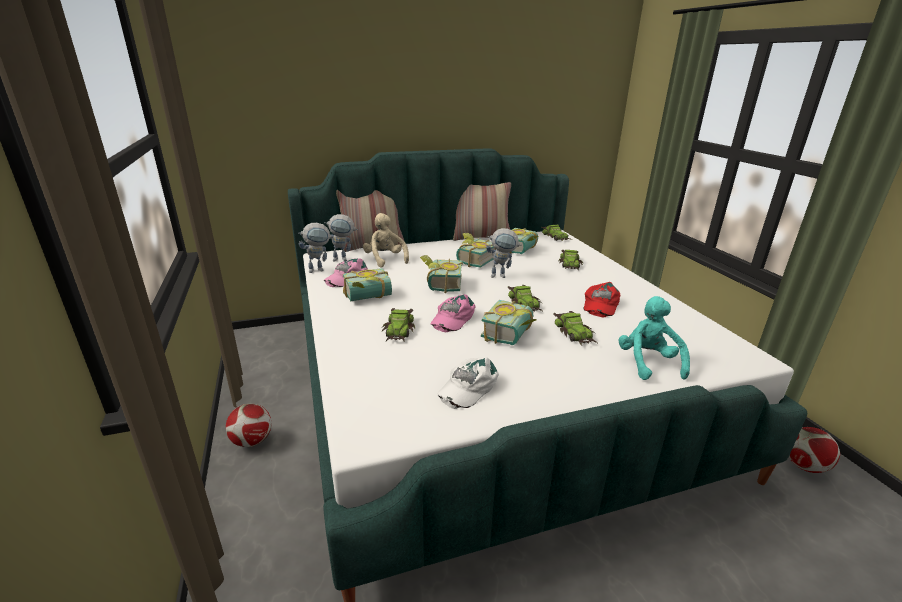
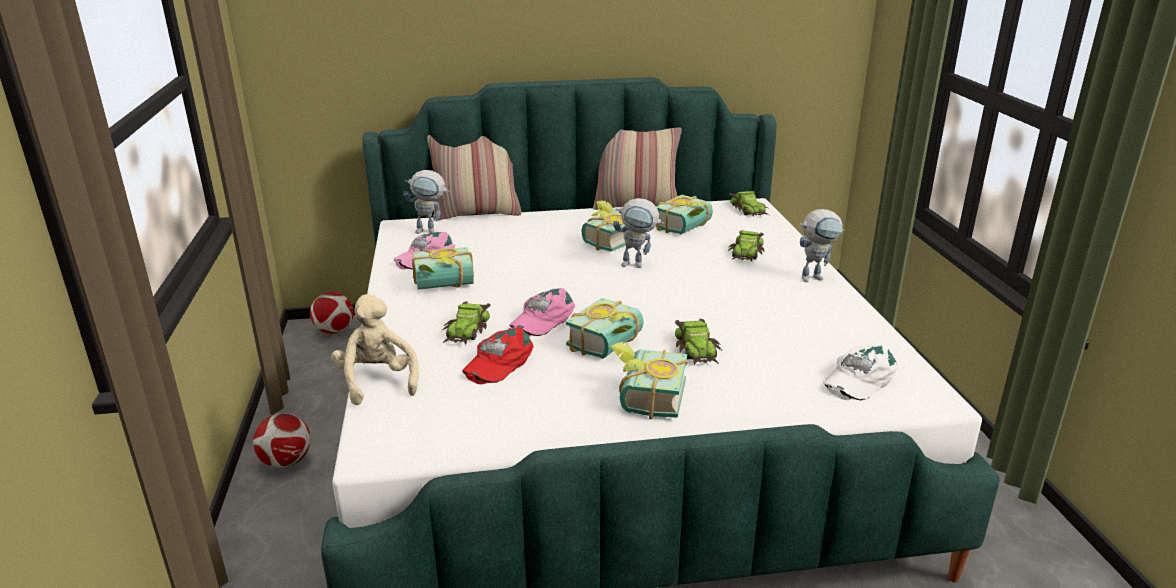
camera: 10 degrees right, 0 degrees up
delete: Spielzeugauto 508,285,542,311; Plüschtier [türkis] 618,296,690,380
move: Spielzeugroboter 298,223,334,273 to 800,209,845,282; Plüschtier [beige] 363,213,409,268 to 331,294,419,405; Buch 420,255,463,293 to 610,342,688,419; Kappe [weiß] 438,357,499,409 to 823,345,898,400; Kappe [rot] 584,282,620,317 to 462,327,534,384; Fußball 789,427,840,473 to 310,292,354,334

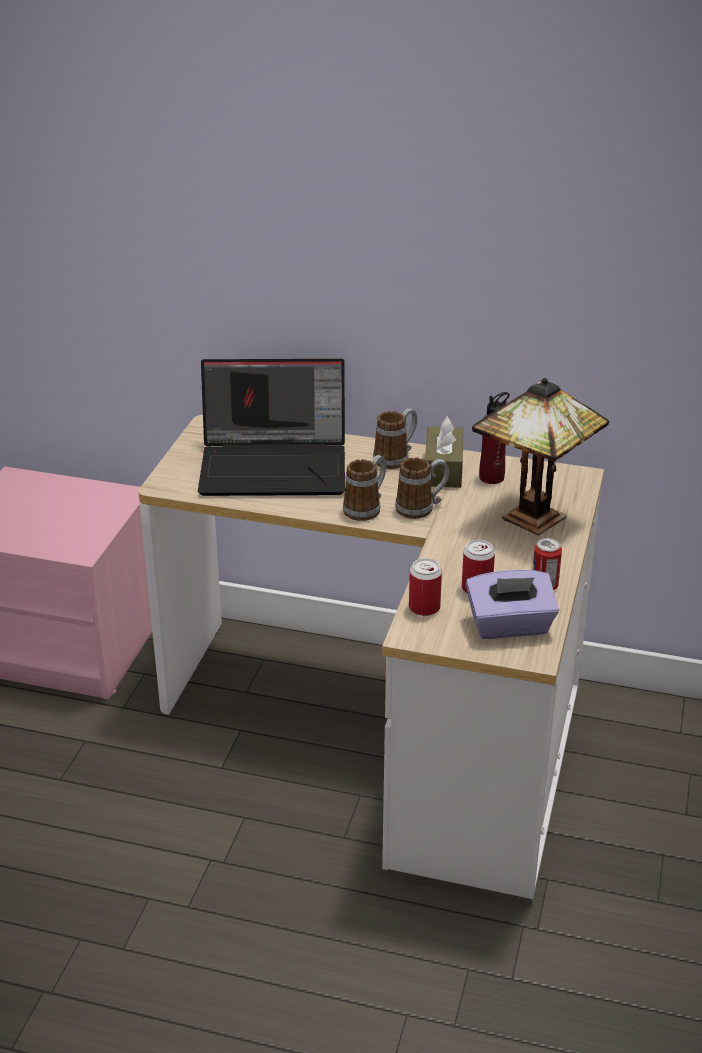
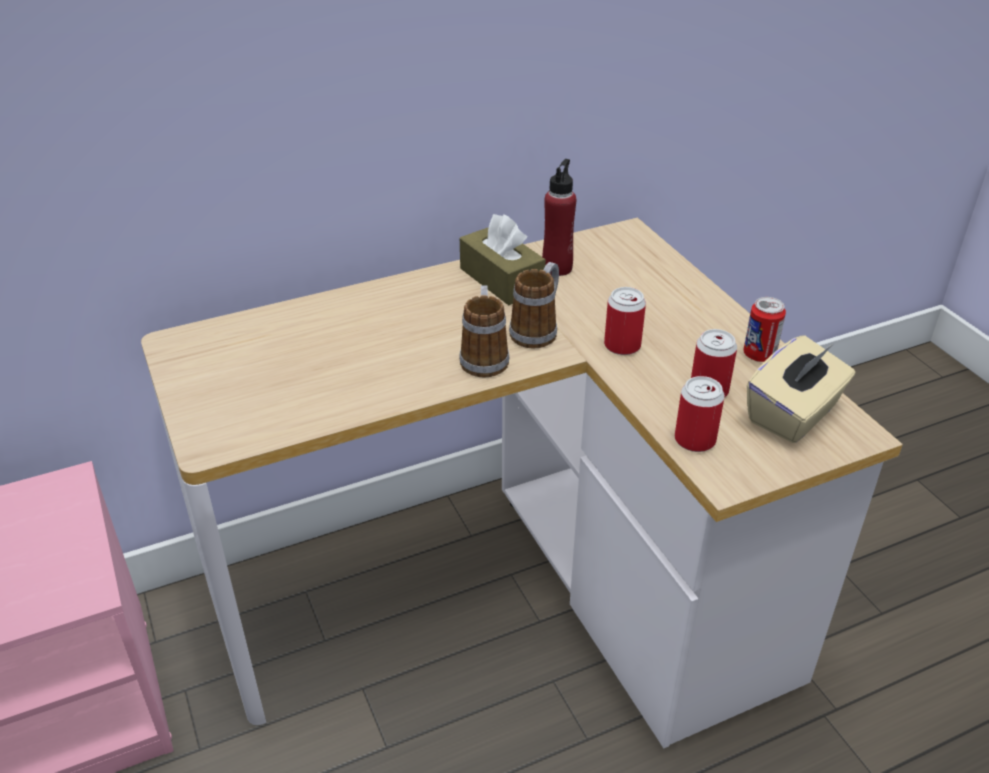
camera: 40 degrees left, 5 degrees up
delete: Laptop 198,359,345,496; Henkelbecher 373,408,417,469; Tischlampe 472,378,609,536
insert: Dose 604,287,646,355
recolor: Taschentuchbox [lila] 466,570,559,639 to Taschentuchbox [beige] 747,335,855,443

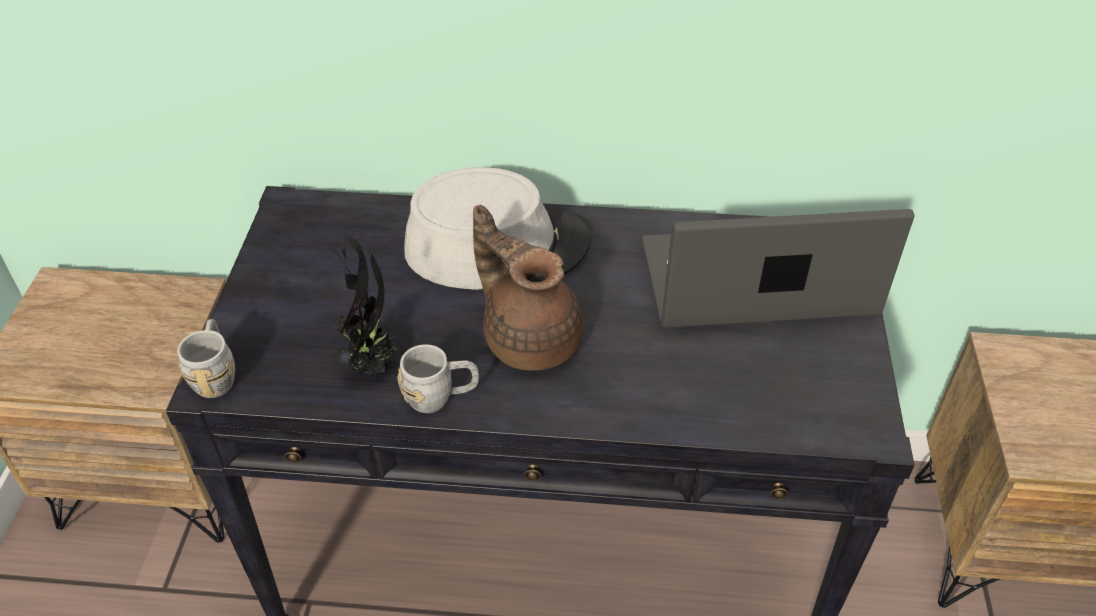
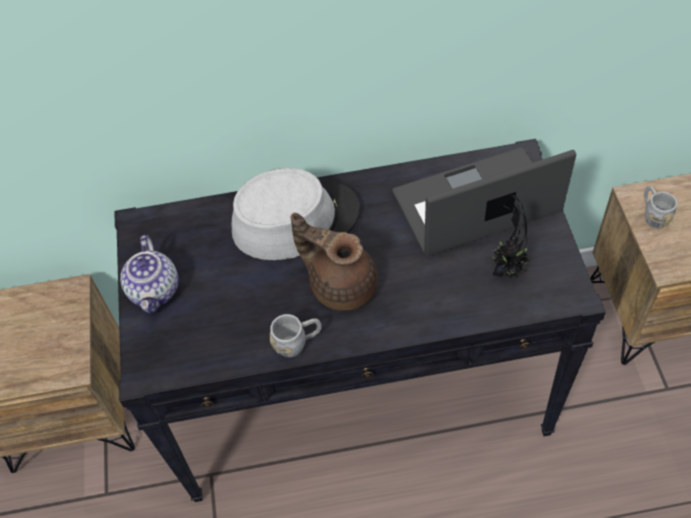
camera: 10 degrees left, 10 degrees up
insert: Teekanne 120,235,179,313
move: Henkelbecher [grau] 177,319,235,398 to 644,186,677,229; Topfpflanze 326,233,397,378 to 490,195,529,278

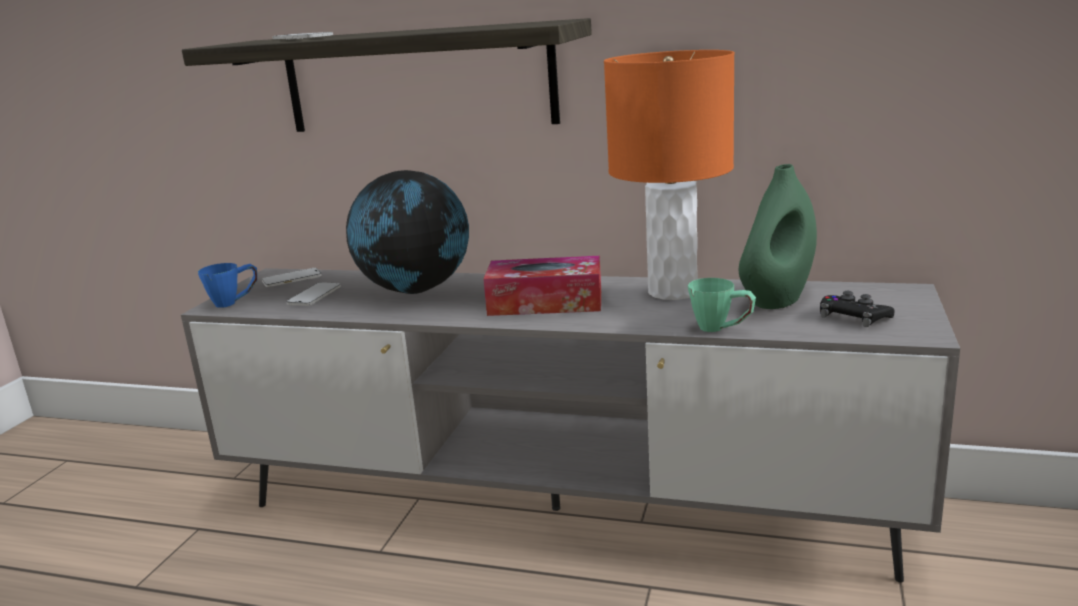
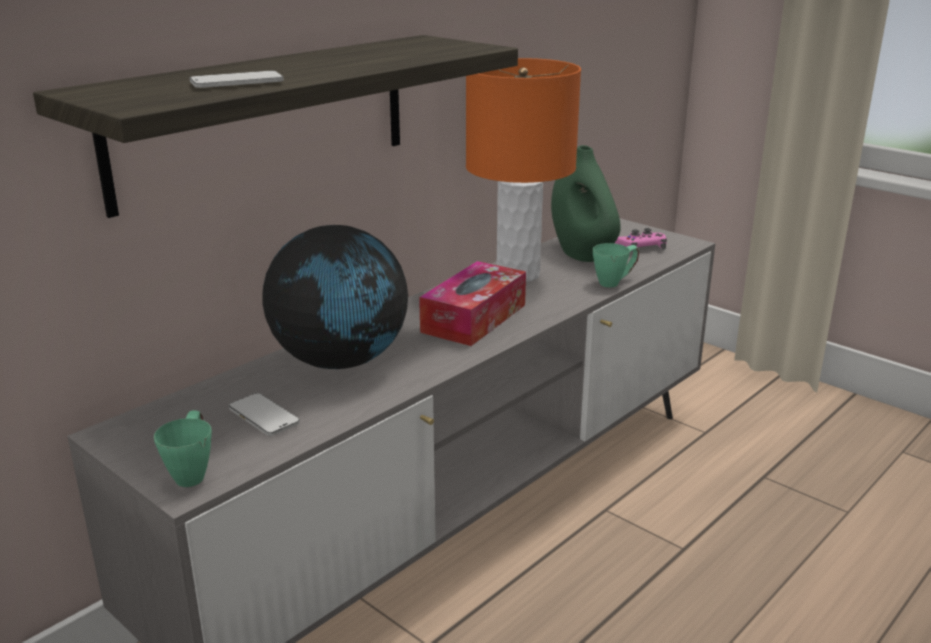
camera: 65 degrees left, 5 degrees up
delete: Handy 262,268,322,287
recolor: Henkelbecher [blau] 198,263,257,308 to Henkelbecher [grün] 154,410,212,487; Gamepad [schwarz] 820,291,894,327 to Gamepad [rosa] 614,228,667,252

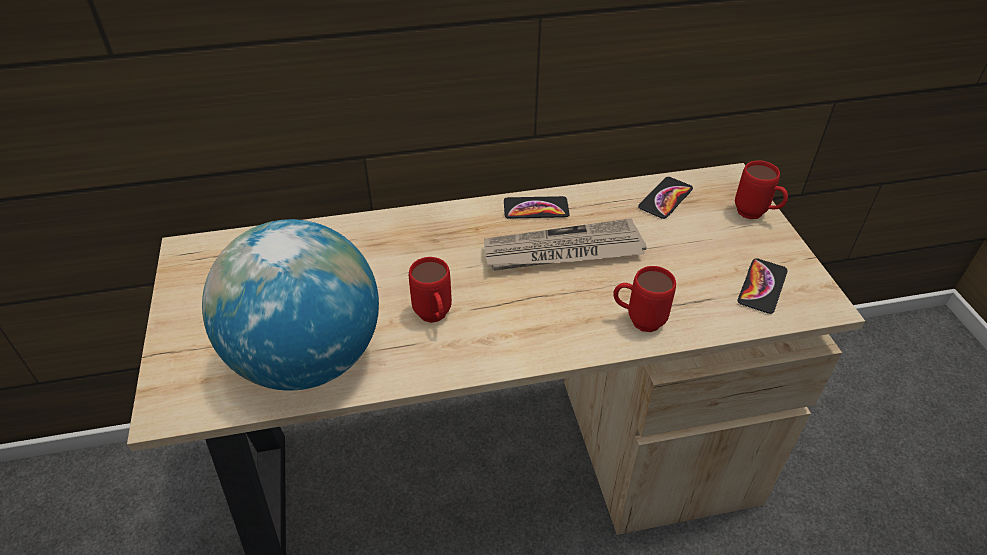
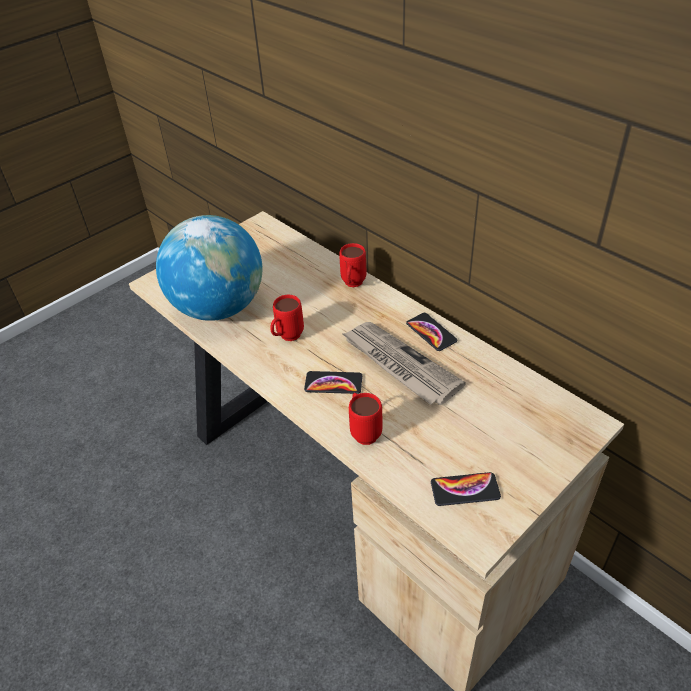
camera: 60 degrees right, 0 degrees up
move: Handy 638,177,693,219 to 304,371,362,394; Henkelbecher [rot] 735,160,788,219 to 339,243,367,287

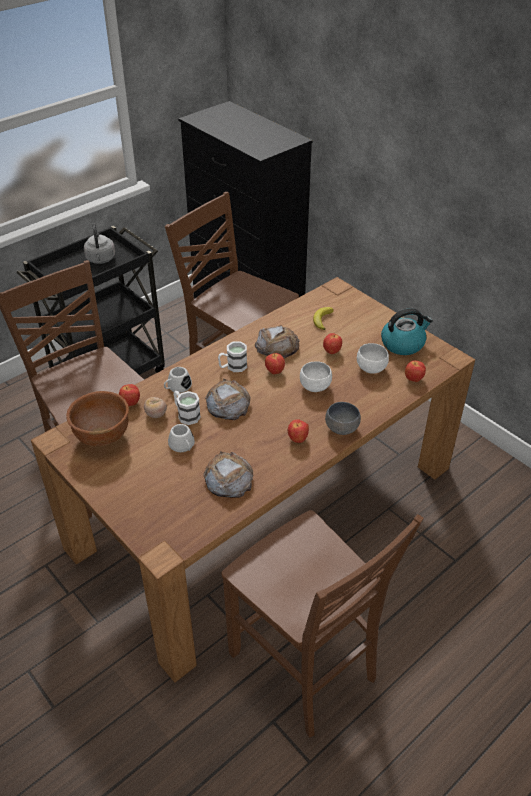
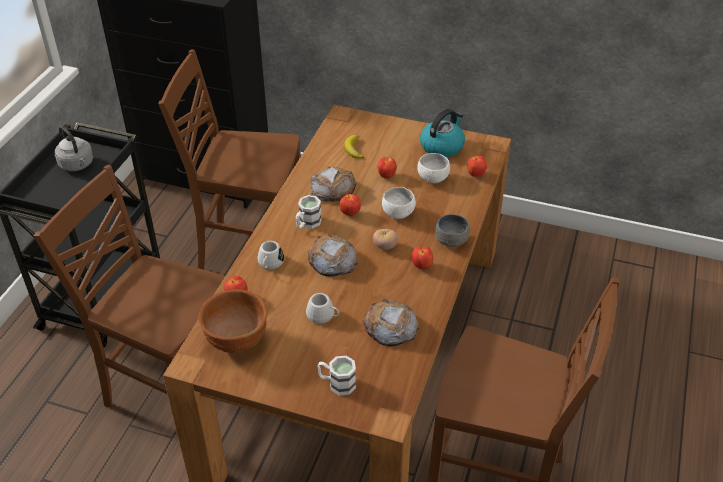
camera: 30 degrees left, 0 degrees up
move: Tomate 144,397,167,418 to 373,229,398,250; Henkelbecher [weiß] 174,391,201,425 to 317,356,356,396

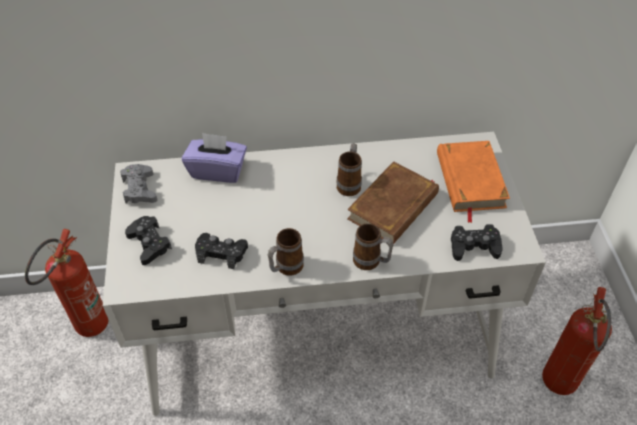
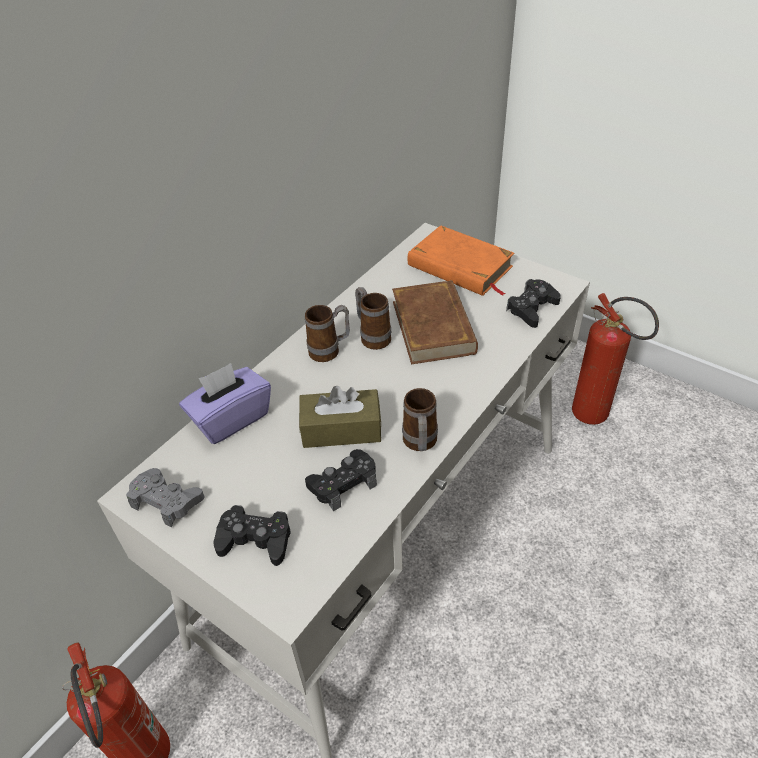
camera: 45 degrees left, 5 degrees down
insert: Taschentuchbox [braun] 299,386,382,448
move: Henkelbecher 353,223,394,270 to 305,305,350,362

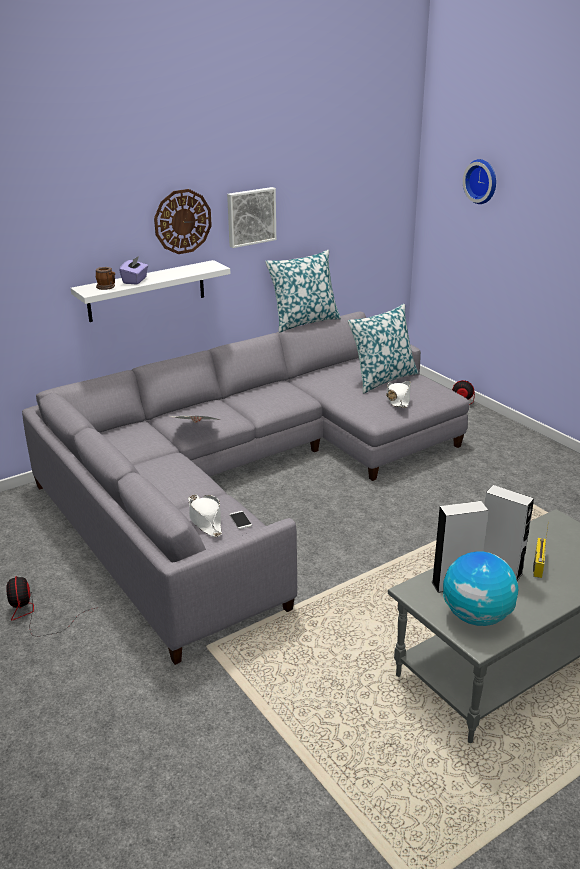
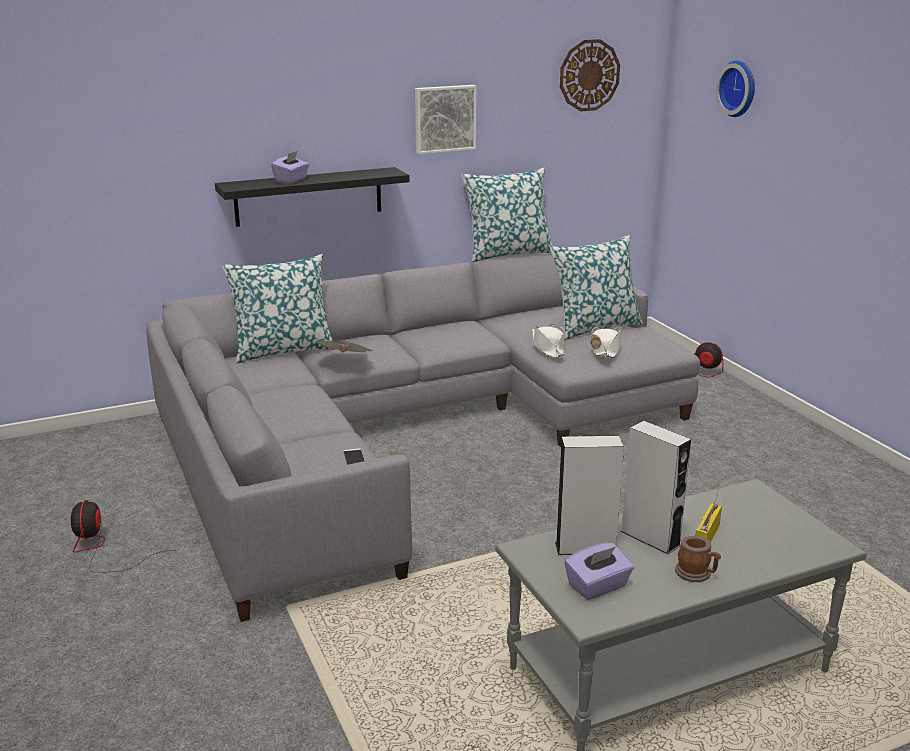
camera: 10 degrees right, 5 degrees down
insert: Kissen 222,254,335,363
move: Henkelbecher 96,267,115,290 to 675,536,721,582; Wanduhr 154,189,212,254 to 560,39,620,111; Hut [weiß] 188,494,222,537 to 532,325,565,358
replace: Globus 443,551,518,626 to Taschentuchbox [lila] 564,543,634,600
recolor: Wandregal [weiß] 71,260,231,322 to Wandregal [schwarz] 215,167,410,227

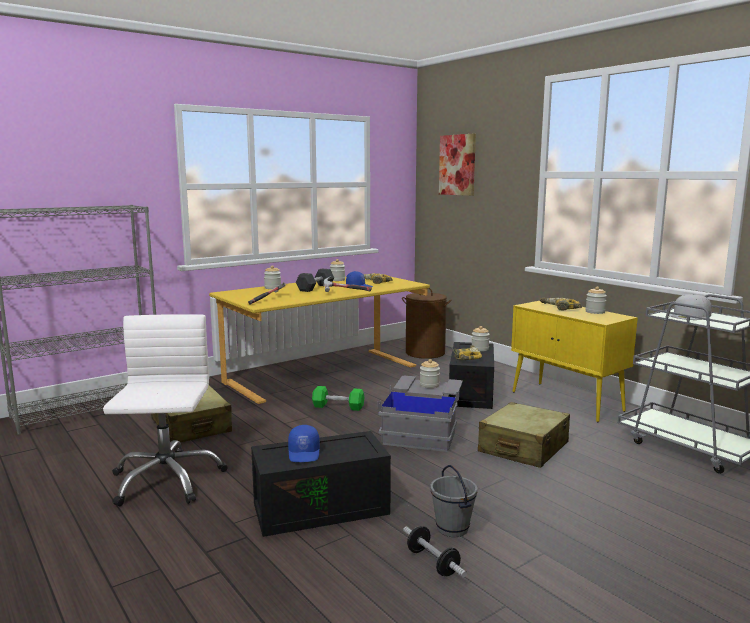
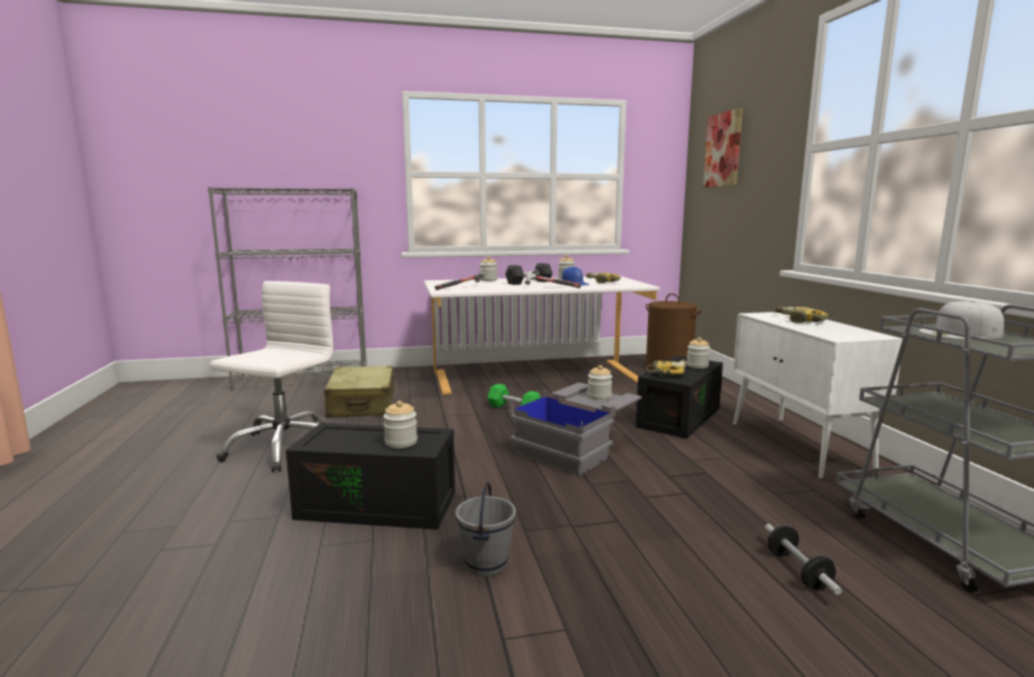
camera: 25 degrees right, 0 degrees up
delete: Kappe [blau] 288,425,320,462; Koffer [beige] 478,402,570,468
move: Hantel 403,526,467,577 to 765,524,842,595; Vorratsglas 585,286,607,314 to 383,401,417,448
recolor: Schreibtisch [gelb] 209,273,430,404 to Schreibtisch [weiß] 424,276,660,395; Schrank [gelb] 511,301,638,422 to Schrank [weiß] 733,312,903,479

